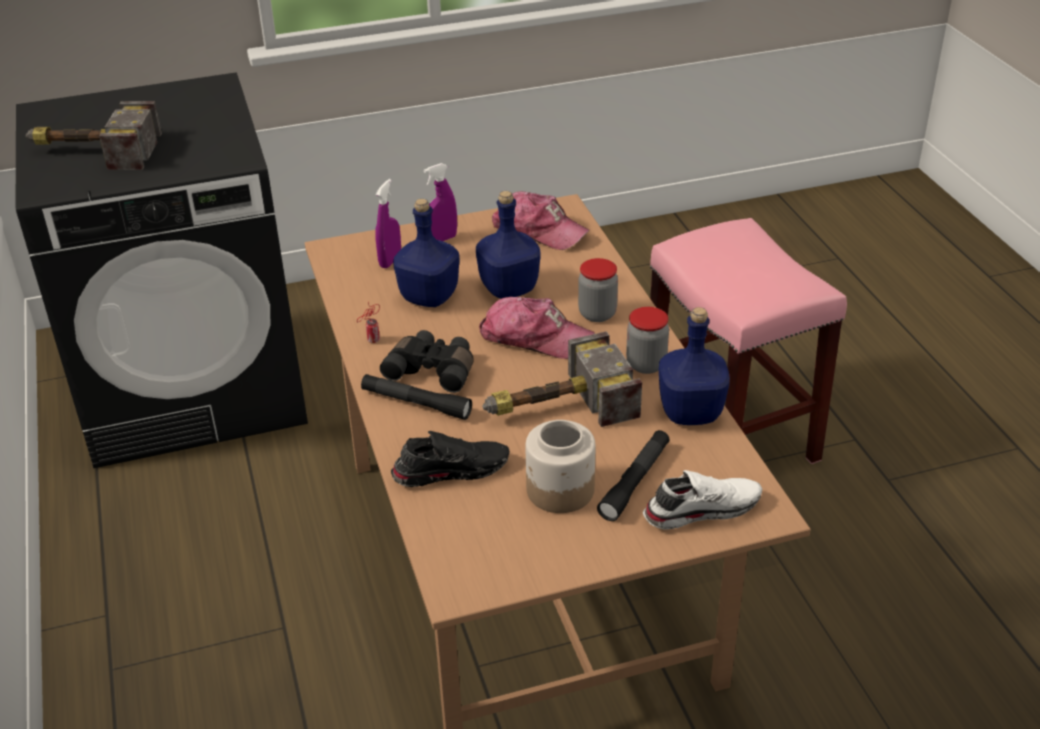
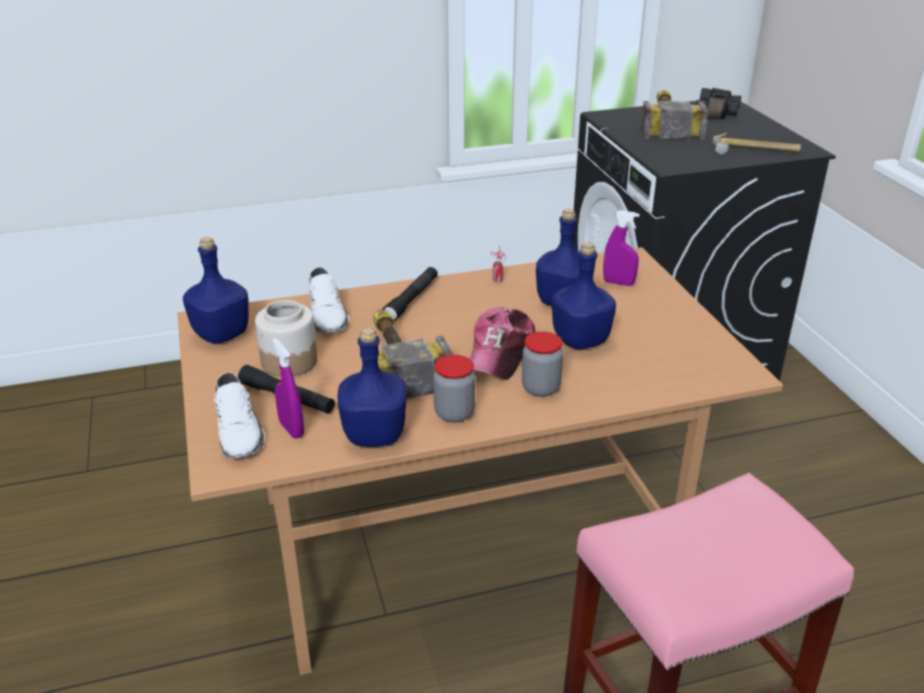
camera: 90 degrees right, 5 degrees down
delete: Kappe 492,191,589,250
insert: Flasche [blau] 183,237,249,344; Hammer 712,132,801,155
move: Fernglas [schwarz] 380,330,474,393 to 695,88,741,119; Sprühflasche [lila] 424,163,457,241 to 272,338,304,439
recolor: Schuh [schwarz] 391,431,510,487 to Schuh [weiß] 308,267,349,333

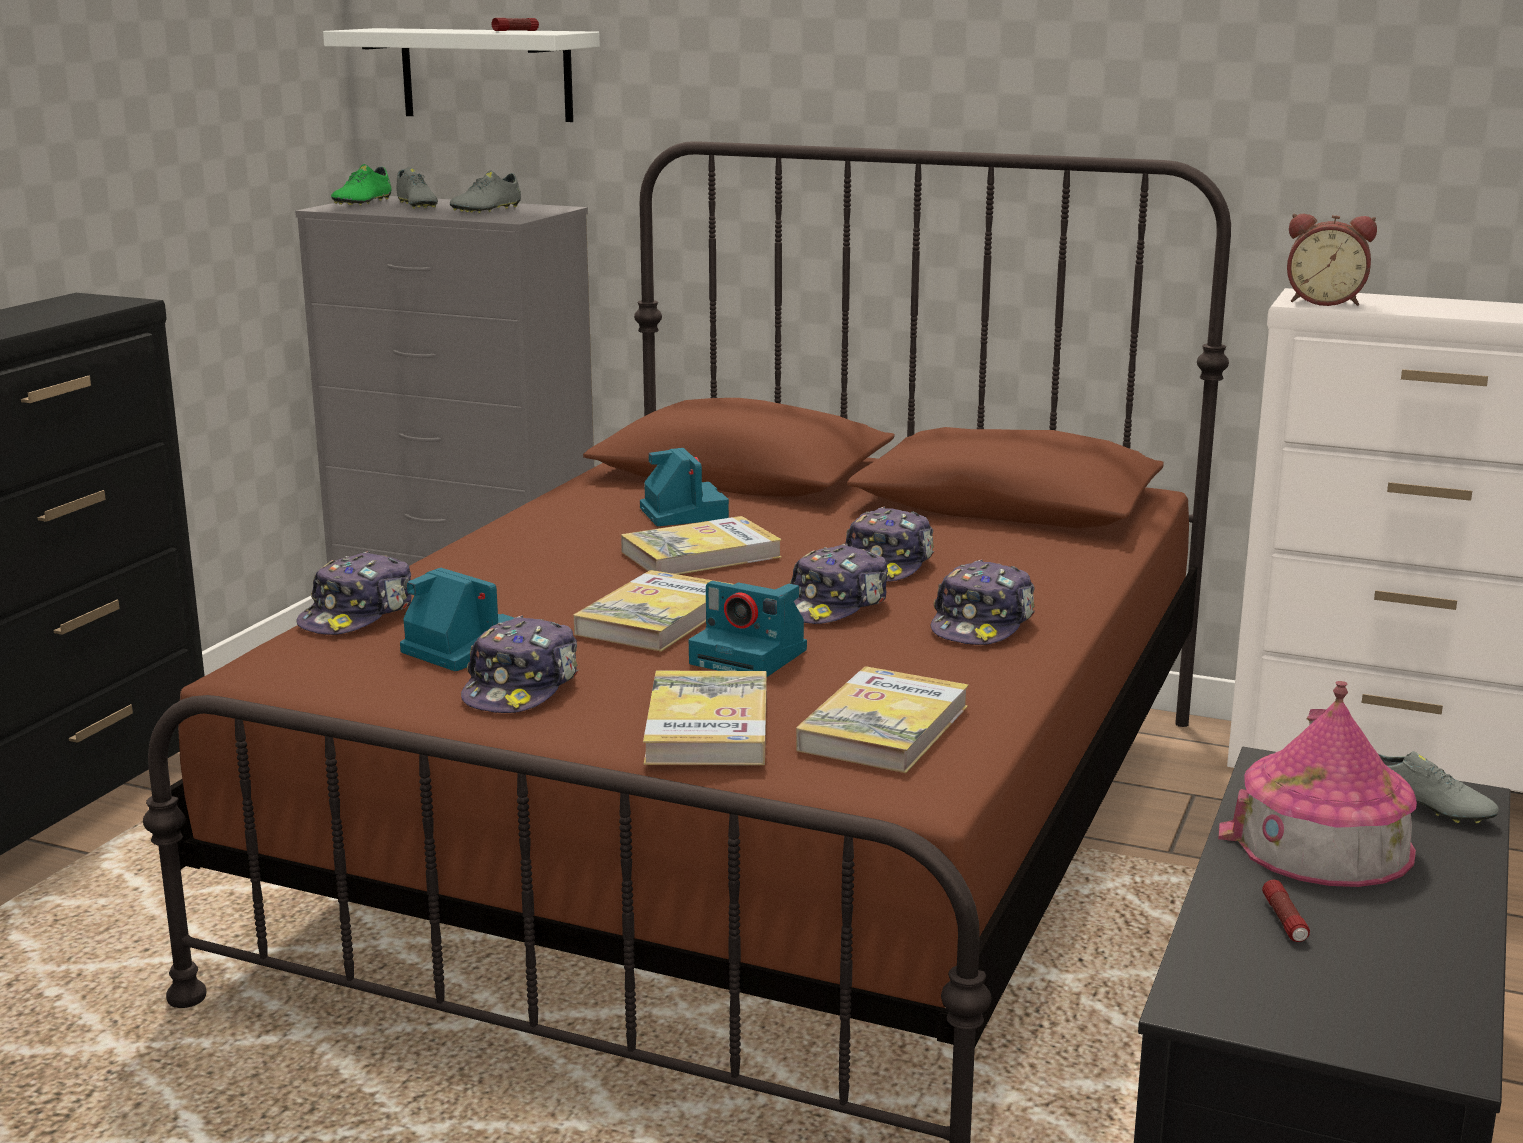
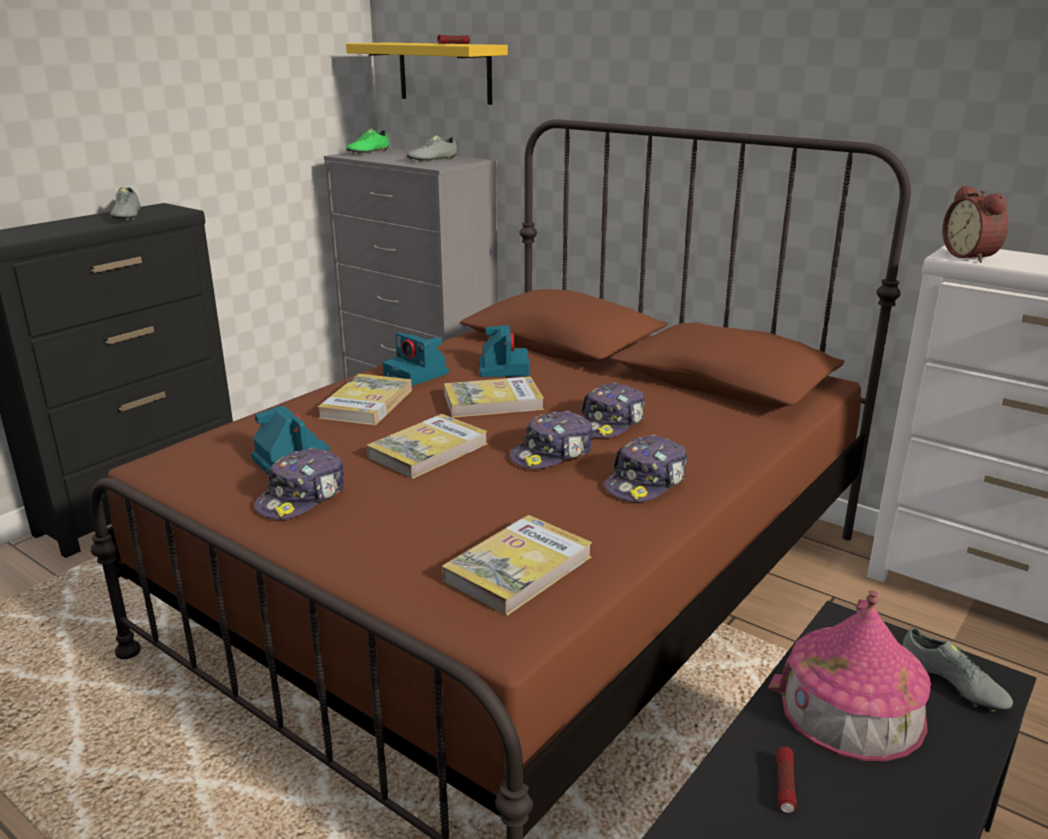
camera: 15 degrees right, 5 degrees up
delete: Kappe 297,551,412,635
move: Schuh [grau] 396,167,438,209 to 110,187,140,221; Buch 643,671,767,765 to 318,374,412,425; Kamera 688,581,807,677 to 382,332,449,386
recolor: Wandregal [weiß] 323,28,600,122 to Wandregal [gelb] 346,42,508,105
rotate: Wecker 1287,214,1377,306 = 943,185,1009,263 45 degrees clockwise

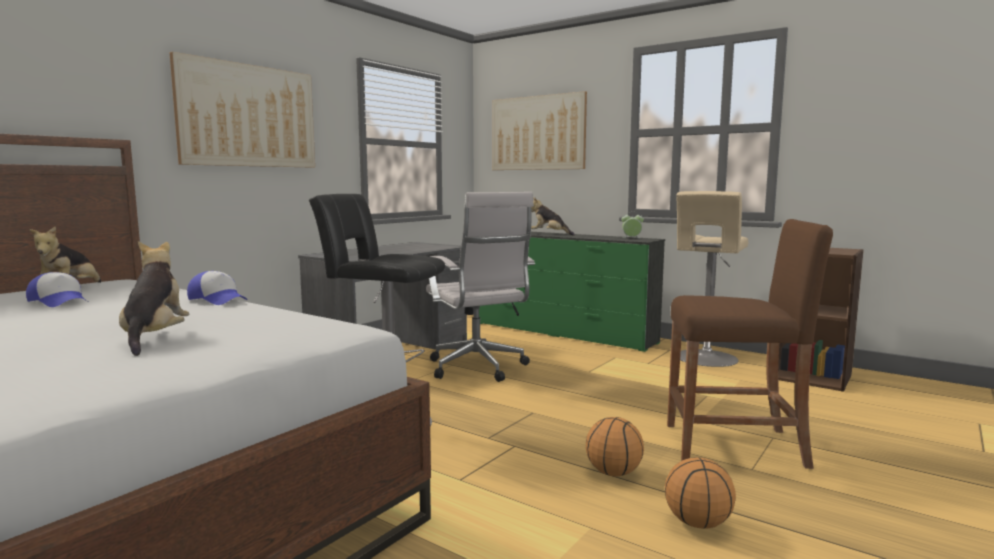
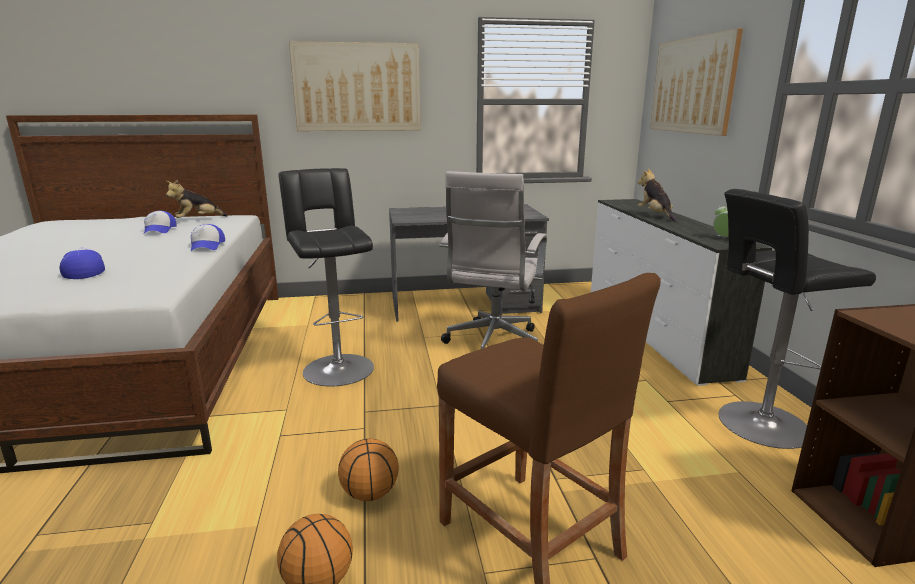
camera: 45 degrees right, 10 degrees up
replace: Plüschtier 119,241,189,356 to Kappe 60,247,105,279
recolor: Kommode [grün] 479,232,665,352 to Kommode [weiß] 591,199,772,386; Hocker [beige] 676,191,748,367 to Hocker [schwarz] 718,189,876,449

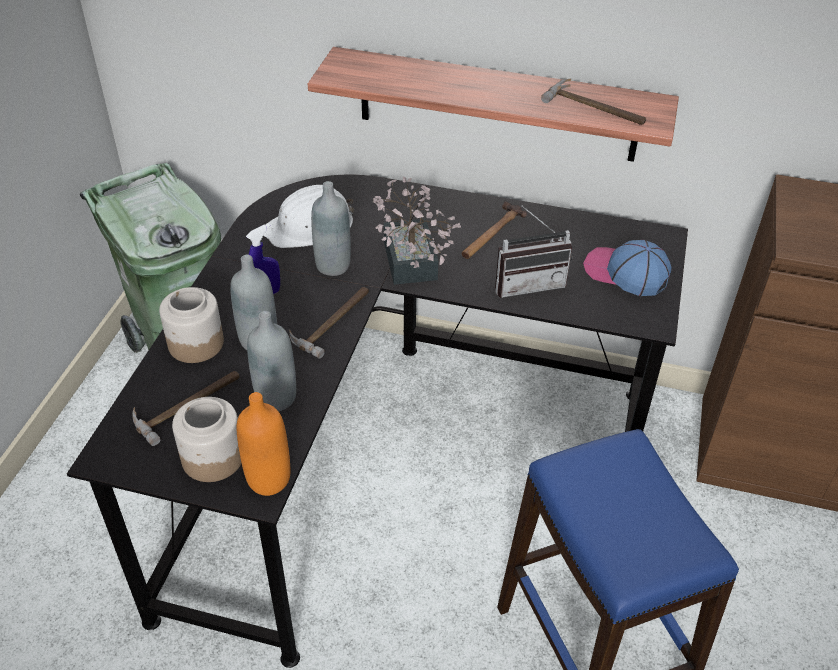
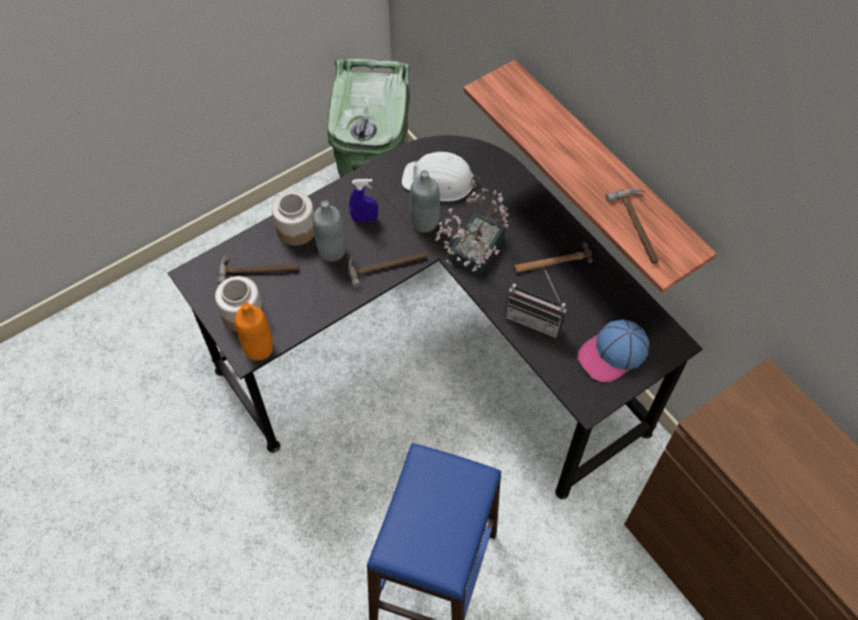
camera: 40 degrees right, 15 degrees up
delete: Flasche [grau] 247,311,296,411
rotate: Kappe 583,240,671,296 = 578,319,649,382 105 degrees counterclockwise

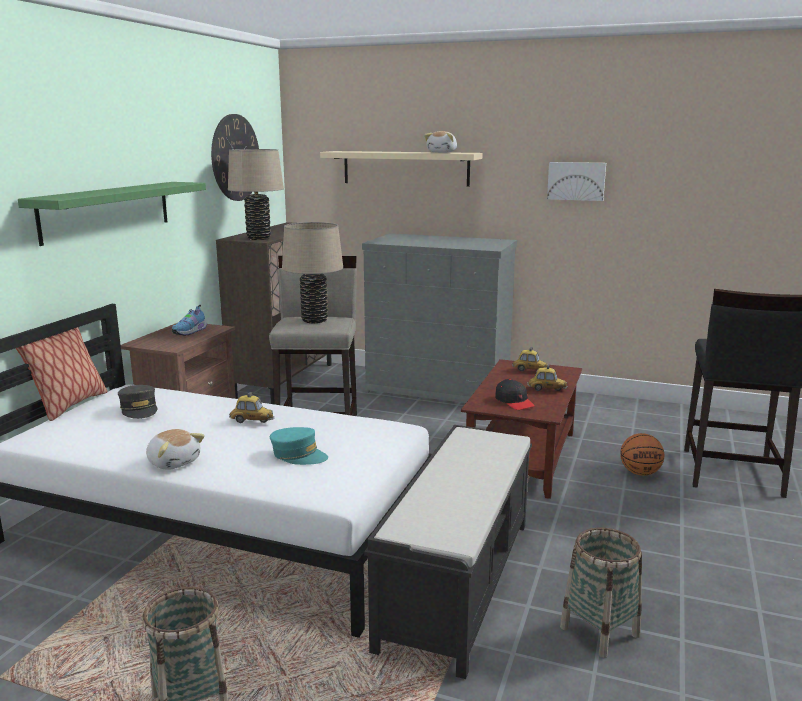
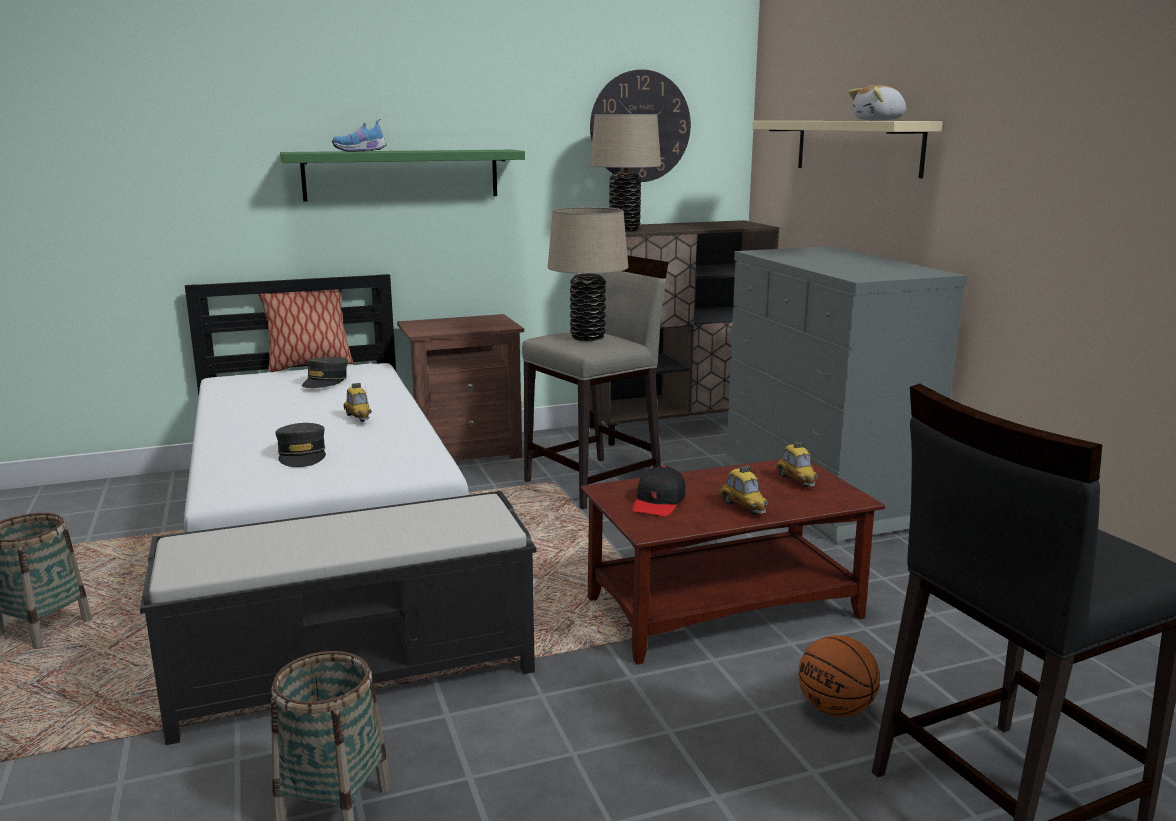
camera: 50 degrees right, 0 degrees up
delete: Plüschtier 146,429,205,469; Bild 547,162,606,201
move: Schuh 172,305,207,336 to 332,119,387,152
recolor: Kappe [türkis] 270,427,328,465 to Kappe [grau] 275,423,326,467

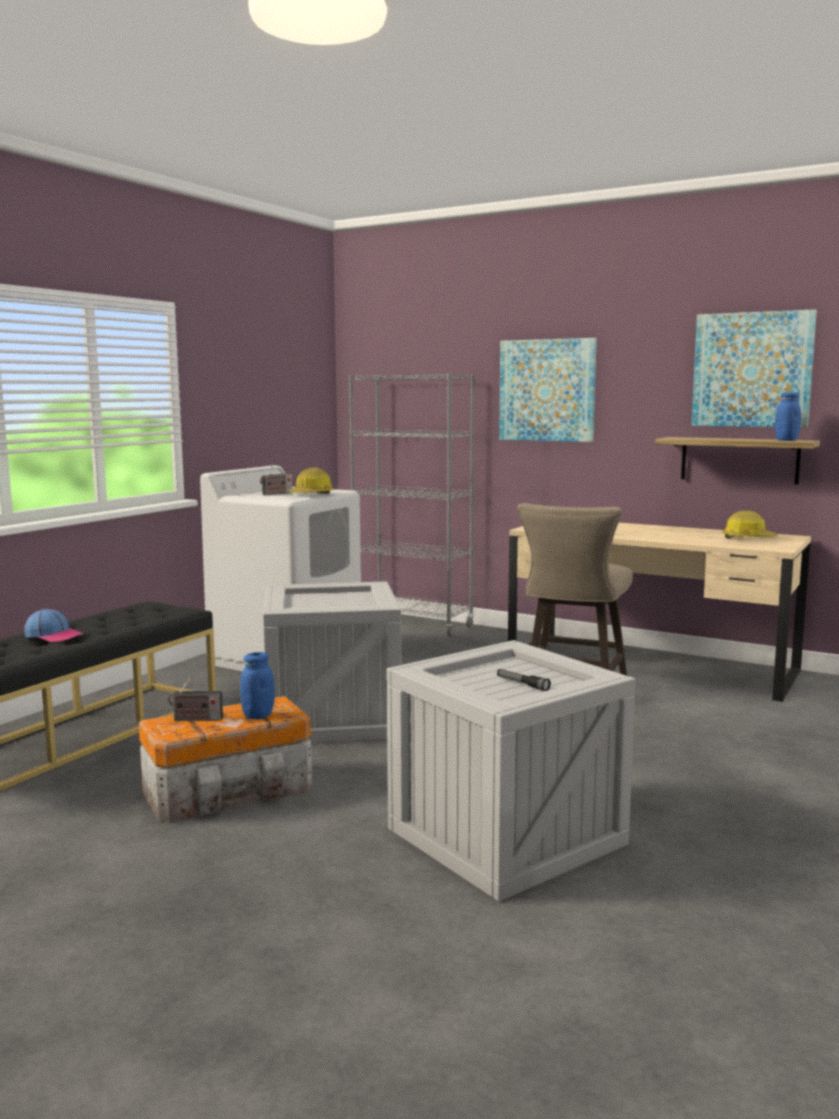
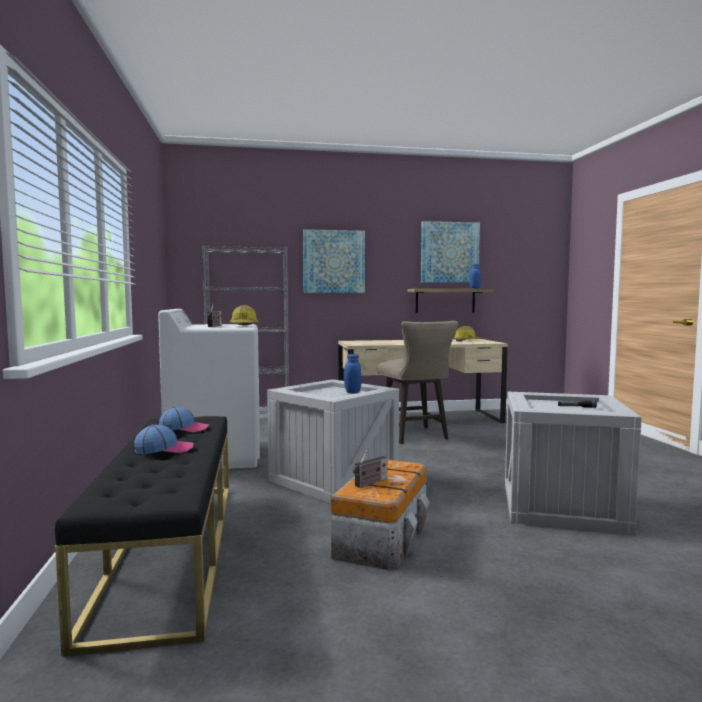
camera: 40 degrees left, 5 degrees down
insert: Kappe 159,407,210,433
move: Vorratsglas [blau] 240,652,275,719 to 344,354,361,393

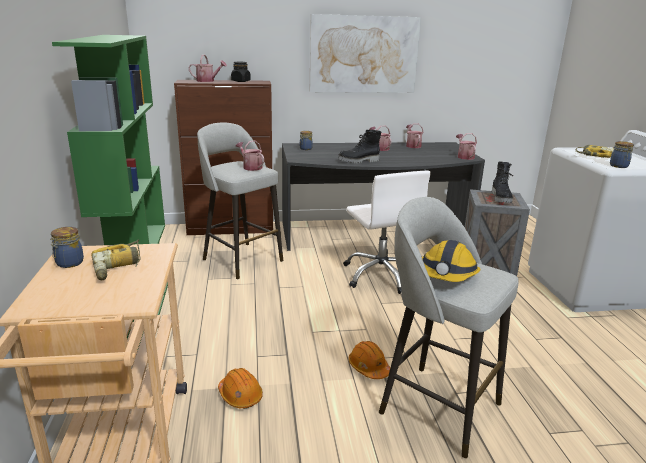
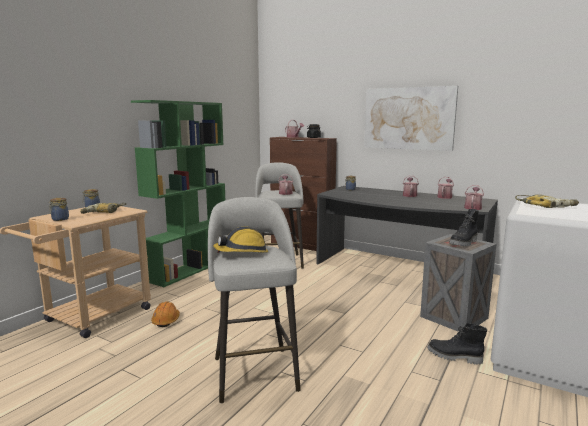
camera: 40 degrees right, 10 degrees down
delete: Bürostuhl [weiß] 343,171,431,294; Schutzhelm [orange] 348,341,390,379
move: Stiefel [schwarz] 338,130,381,164 to 427,323,487,365; Vorratsglas 610,141,634,168 to 49,198,69,221

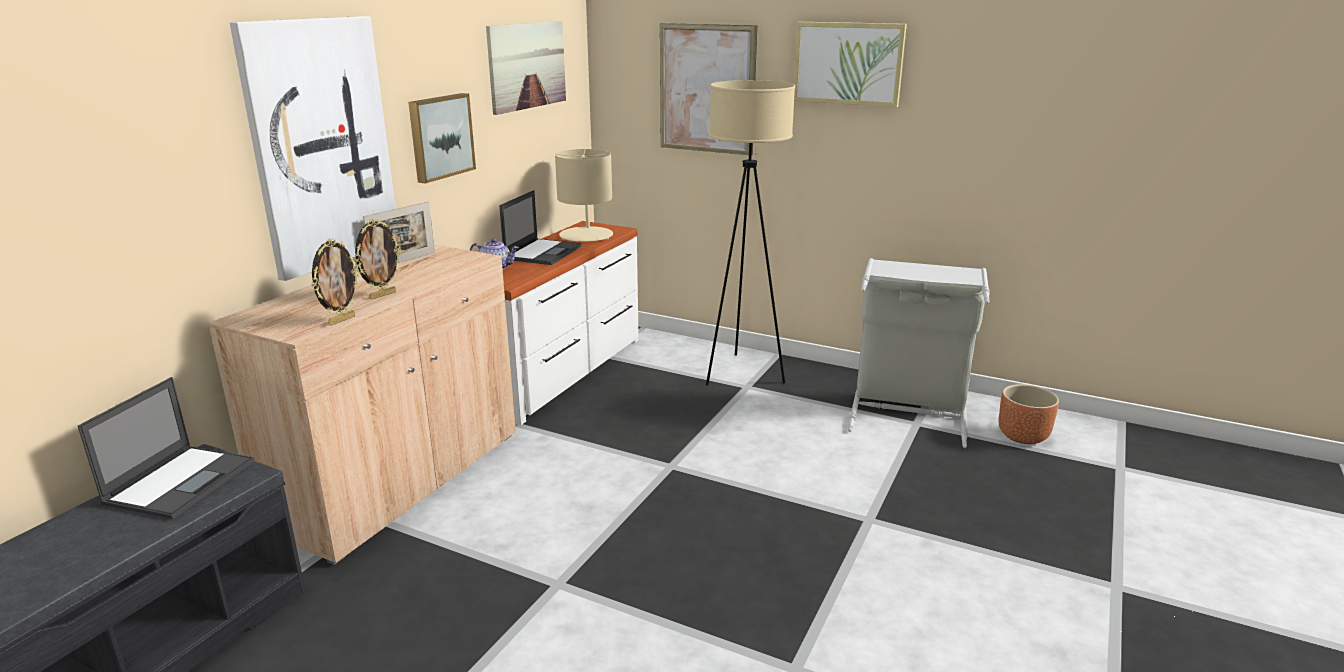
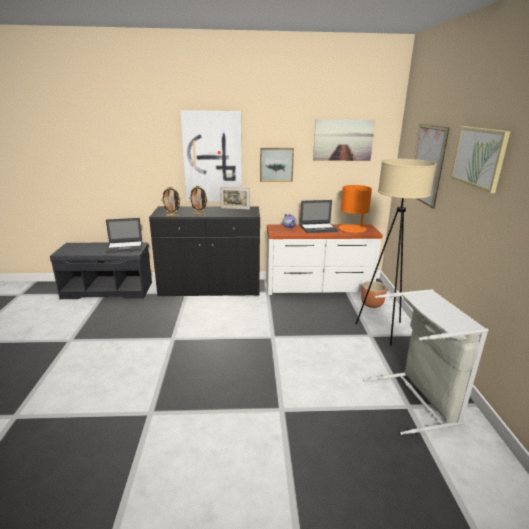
camera: 60 degrees right, 0 degrees up
move: Pflanzkübel [braun] 999,384,1059,444 to 361,281,387,308
recolor: Schrank [beige] 208,245,516,565 to Schrank [schwarz] 149,206,260,297; Tischlampe [beige] 555,149,613,242 to Tischlampe [orange] 339,185,372,234

